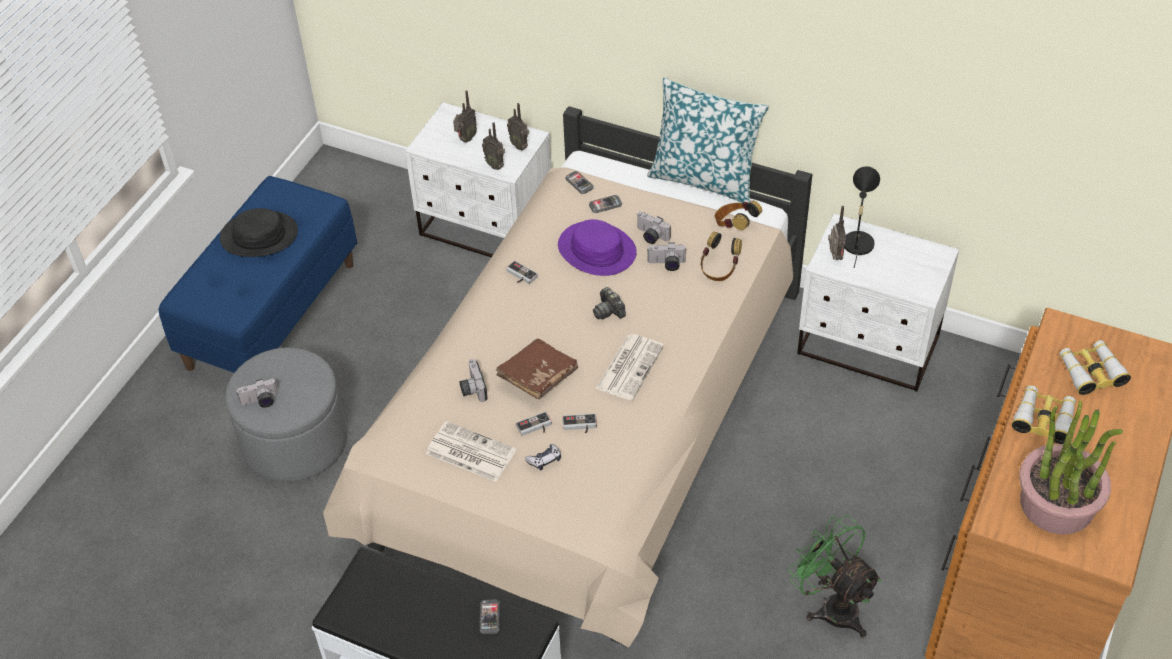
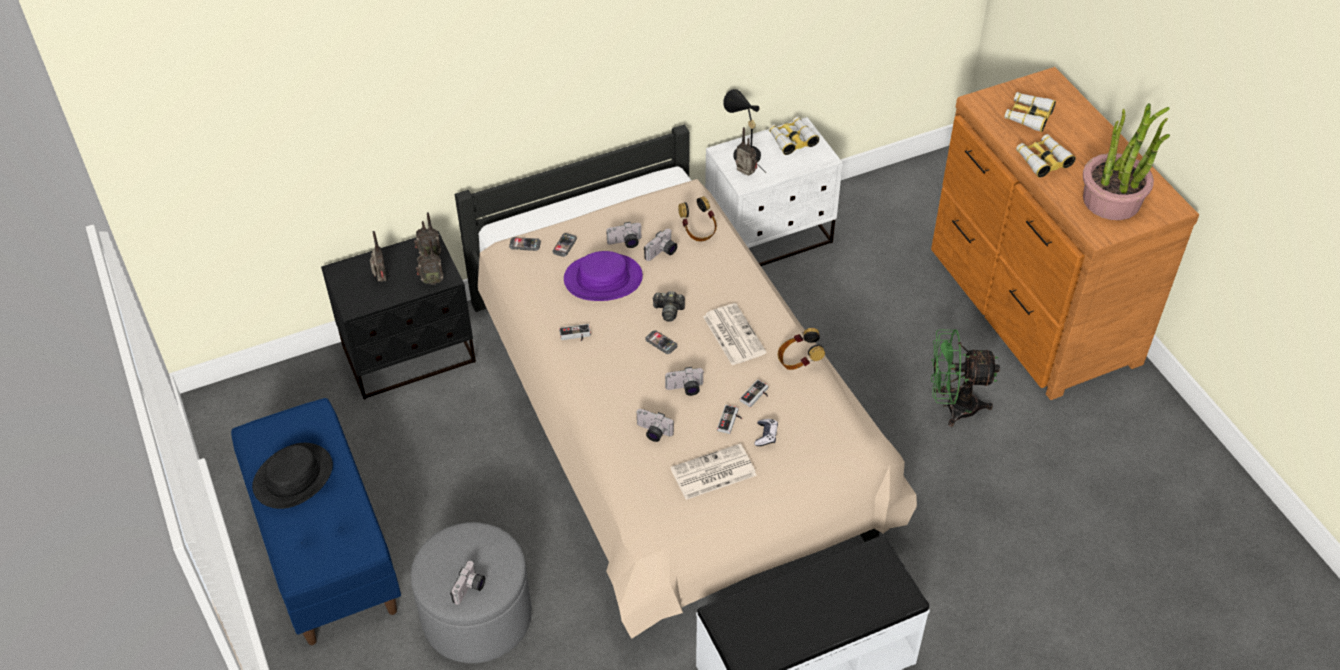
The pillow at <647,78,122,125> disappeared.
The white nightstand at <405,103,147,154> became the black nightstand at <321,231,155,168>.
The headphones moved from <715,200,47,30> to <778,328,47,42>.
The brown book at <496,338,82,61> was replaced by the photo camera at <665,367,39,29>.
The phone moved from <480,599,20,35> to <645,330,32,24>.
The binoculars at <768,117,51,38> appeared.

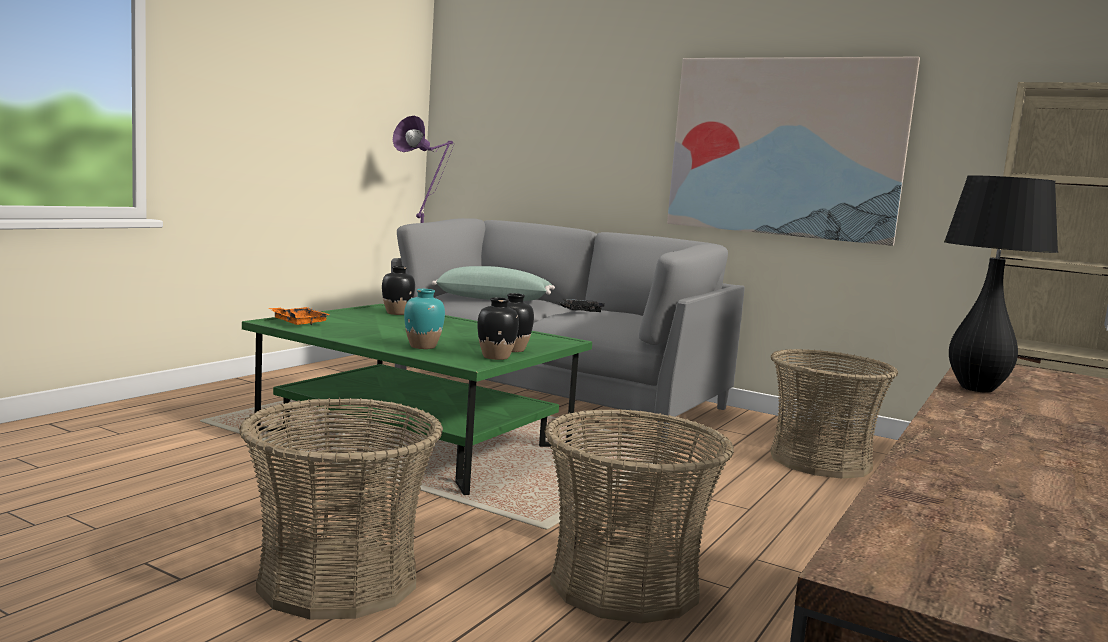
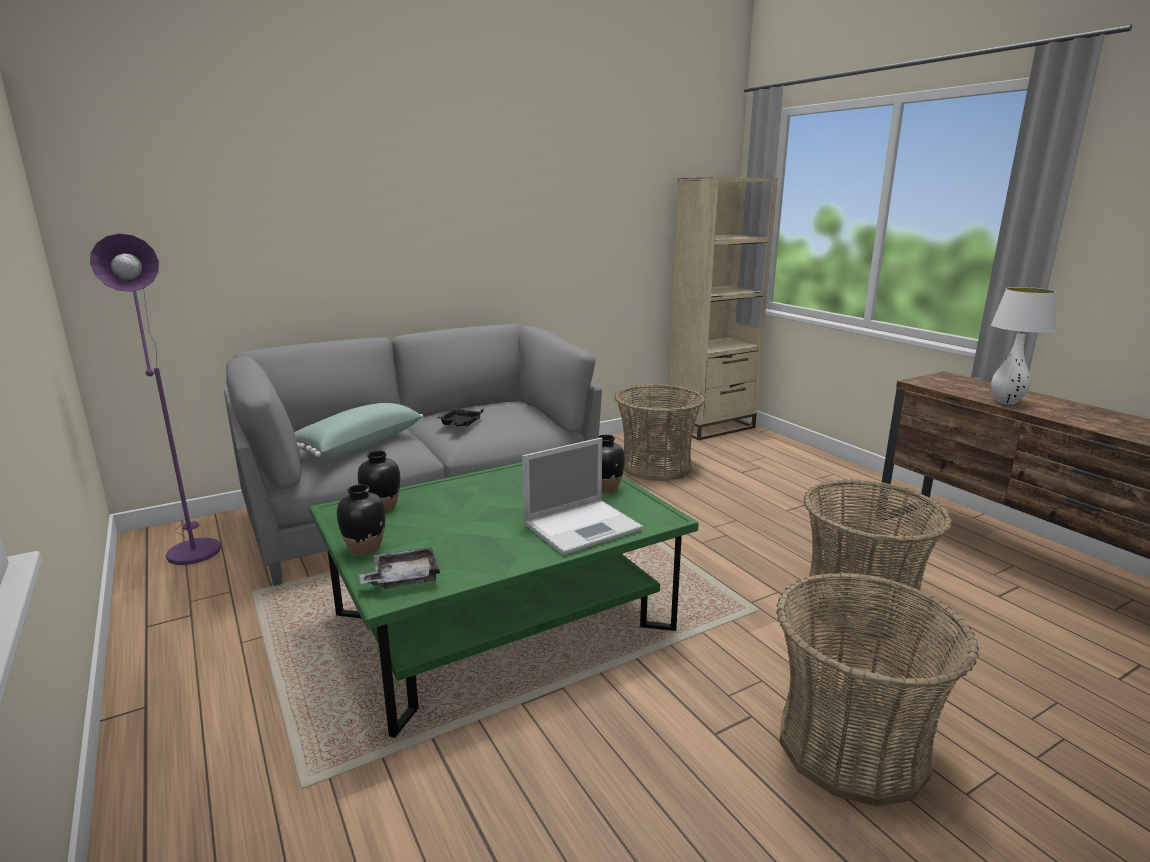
The picture at <667,57,253,189> disappeared.
The black table lamp at <944,175,114,218> became the white table lamp at <991,287,65,118>.
The turquoise vase at <404,289,41,60> was replaced by the laptop at <522,438,121,117>.
The black vase moved from <477,297,42,63> to <337,484,49,71>.
The orange tray at <268,307,62,18> became the grey tray at <359,547,81,42>.

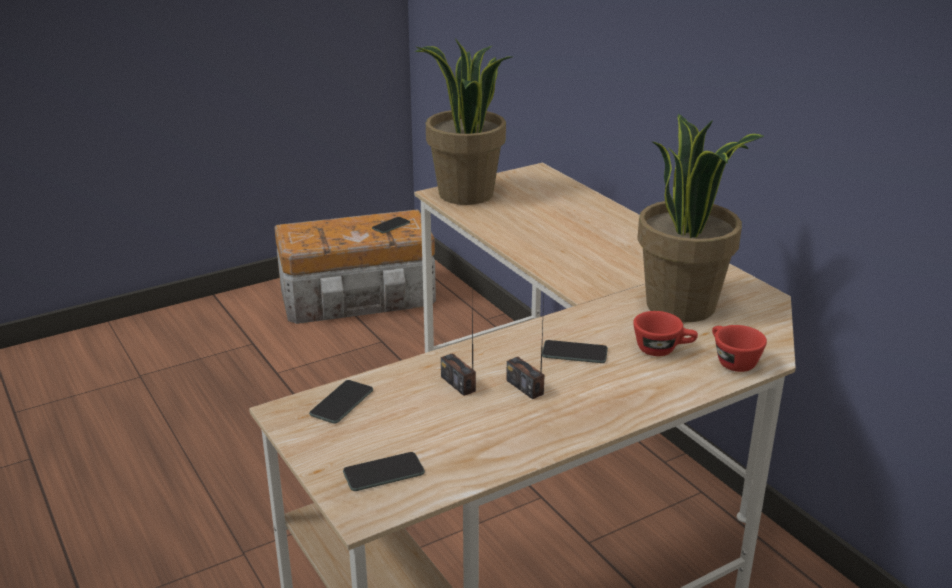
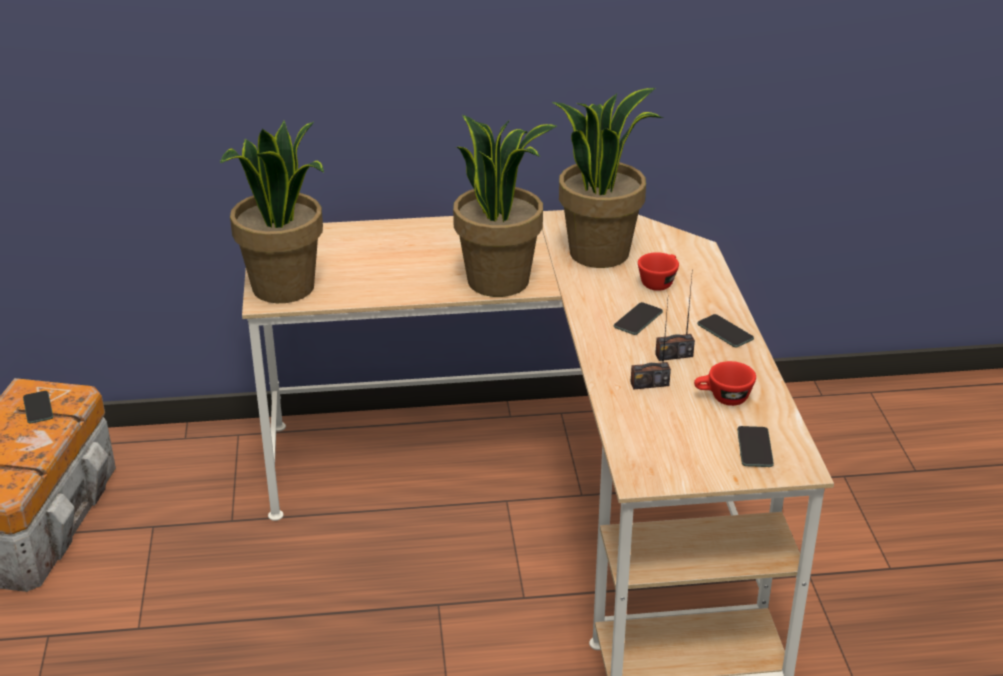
The red cup moved from <712,325,55,47> to <694,361,62,45>.
The phone moved from <309,380,64,44> to <697,314,57,33>.
The potted plant at <453,114,104,183> appeared.

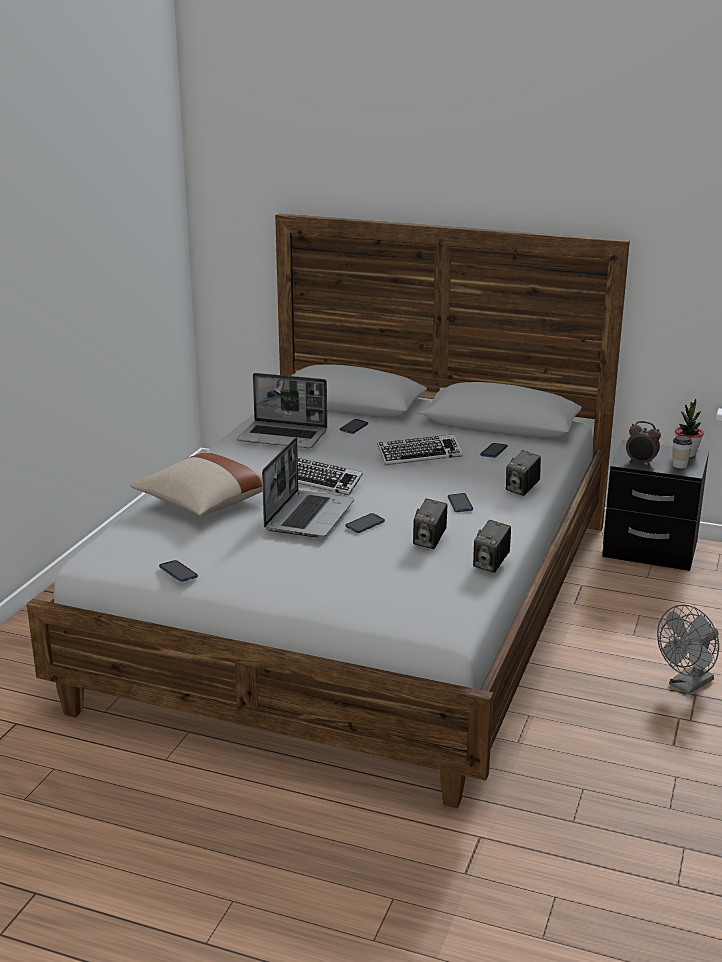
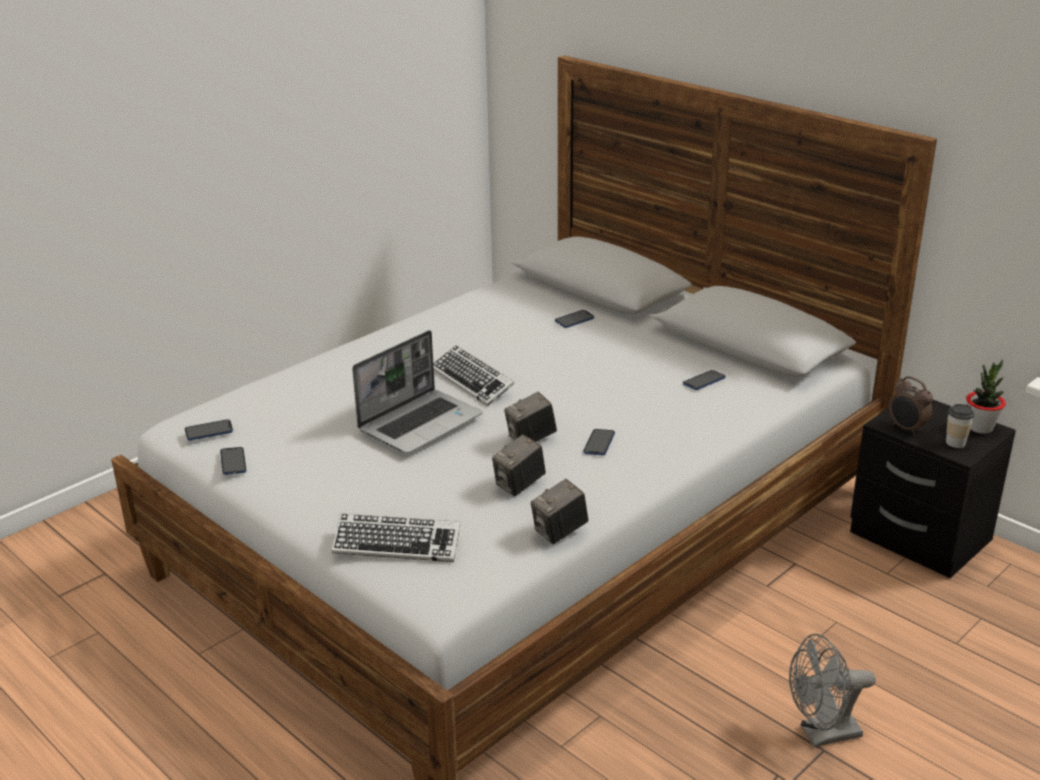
The laptop at <237,373,90,75> disappeared.
The keyboard moved from <377,434,86,31> to <332,514,129,48>.
The photo camera moved from <506,450,35,46> to <504,392,53,50>.
The beige pillow at <130,452,133,64> disappeared.
The phone moved from <345,513,40,20> to <185,419,48,22>.

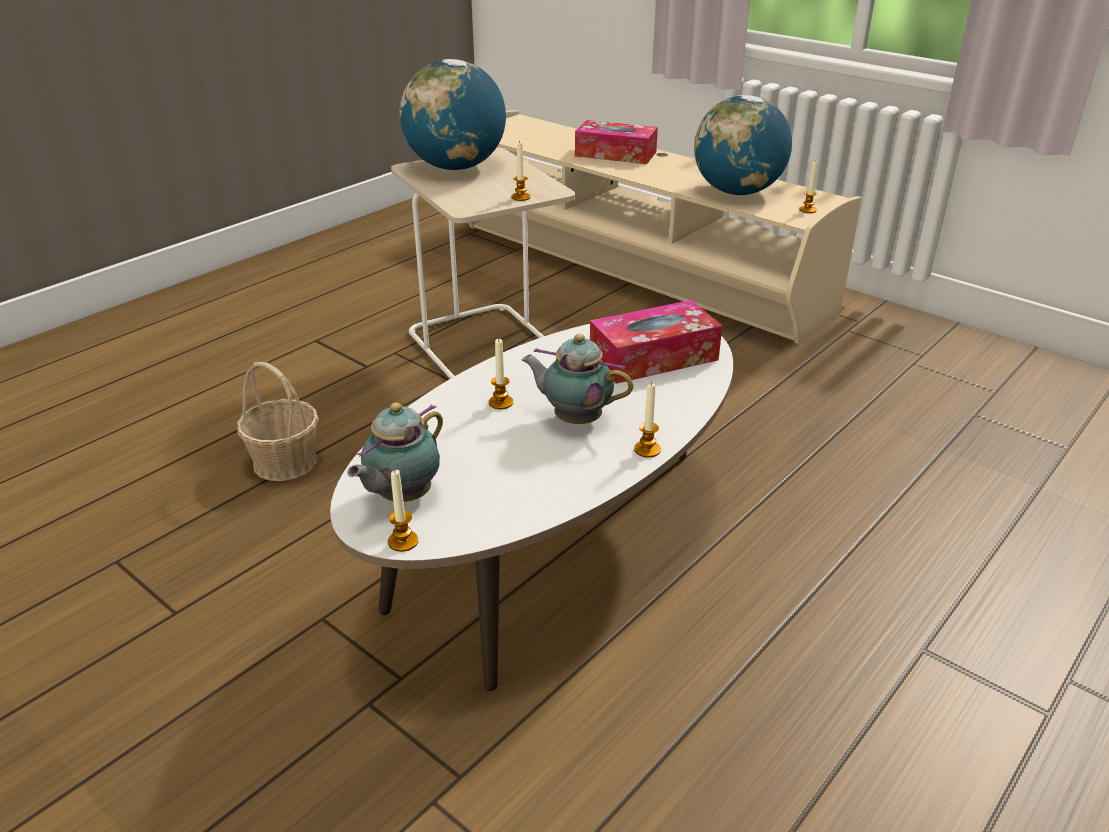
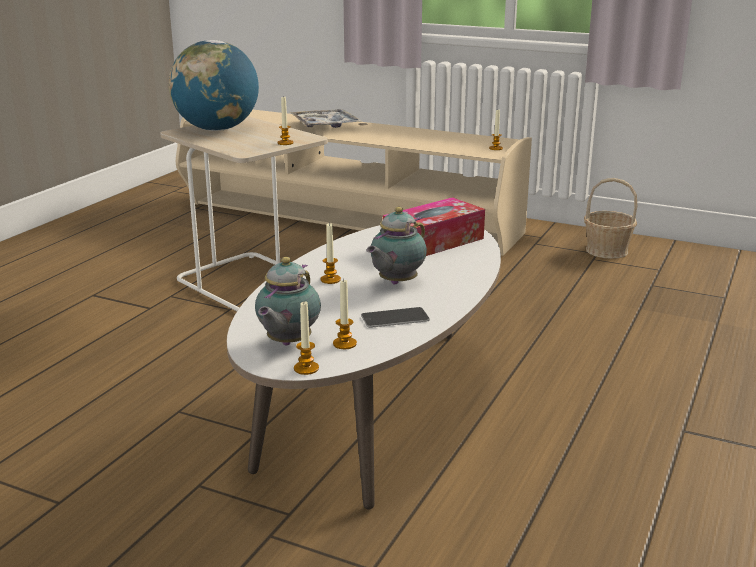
The globe at <694,95,98,100> disappeared.
The tissue box at <575,120,83,44> was replaced by the tray at <290,109,72,19>.
The teapot at <522,334,111,90> turned 60 degrees counterclockwise.
The basket moved from <237,362,82,119> to <584,178,53,81>.
The candle moved from <634,383,27,75> to <333,279,24,70>.
The phone at <361,307,69,21> appeared.

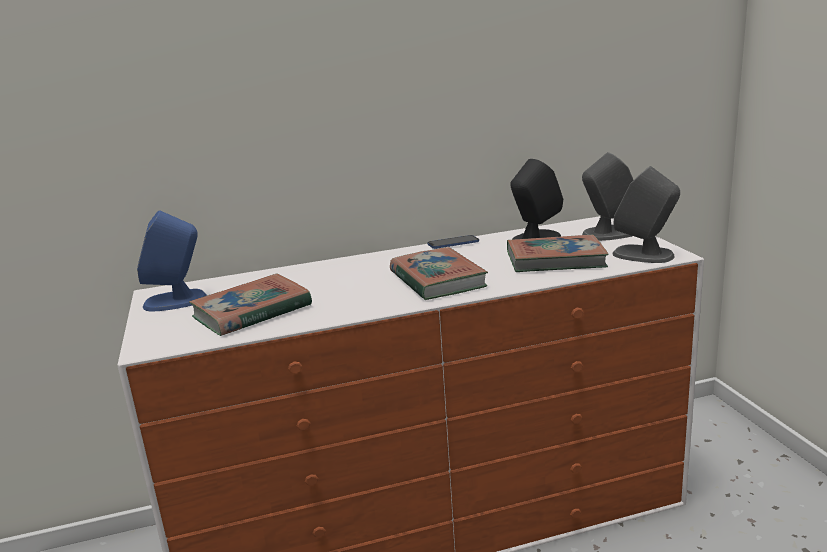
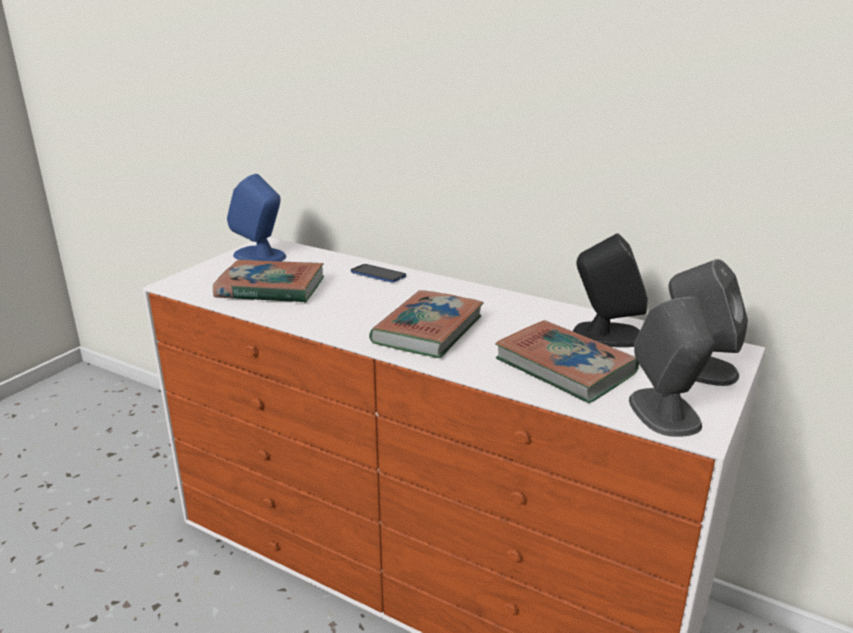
The phone moved from <427,235,52,14> to <351,264,55,19>.

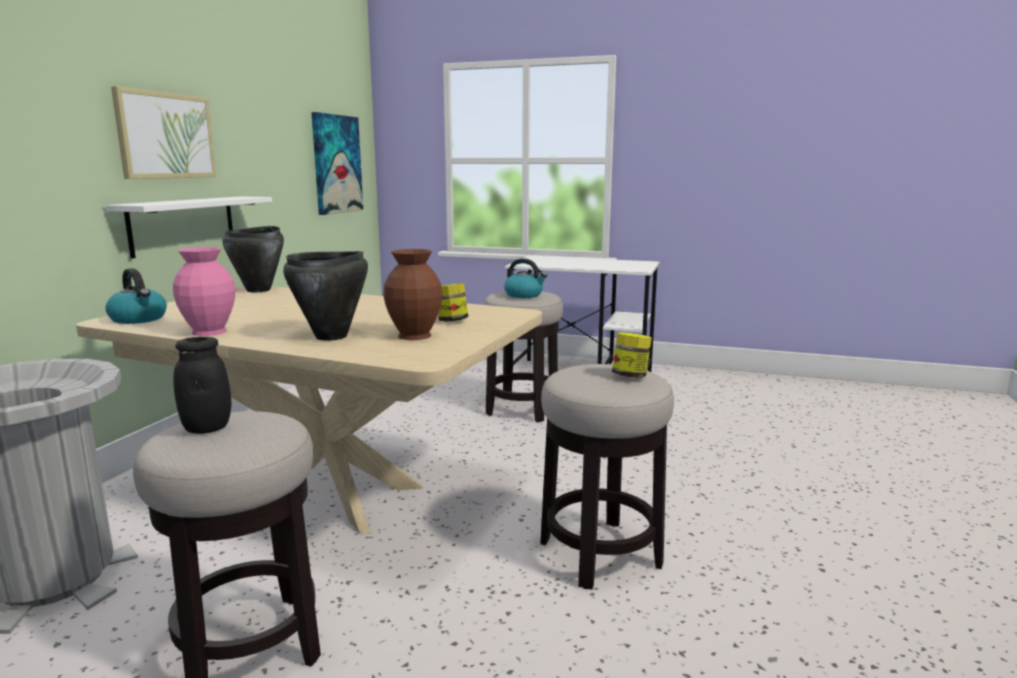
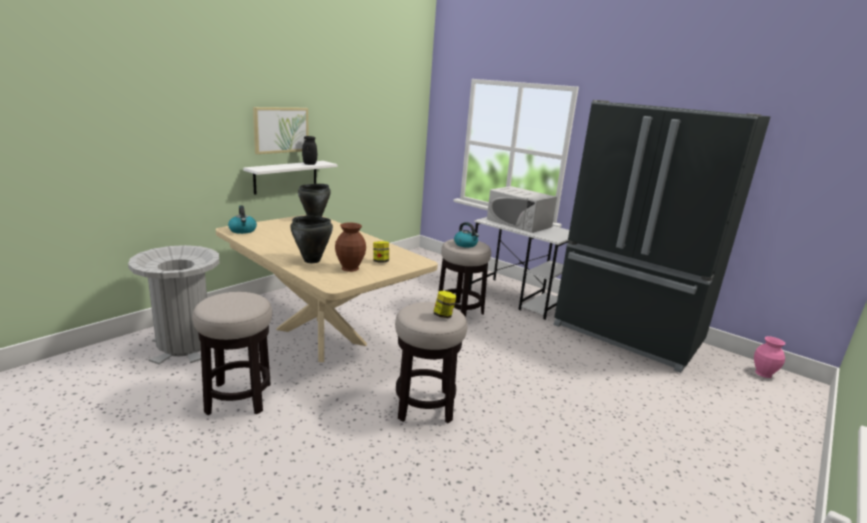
The picture at <311,112,52,103> disappeared.
The pink vase moved from <173,247,62,89> to <754,336,31,42>.
The black jar moved from <173,337,58,97> to <302,136,15,29>.
The black fridge at <553,100,218,273> appeared.
The white microwave at <487,186,70,47> appeared.

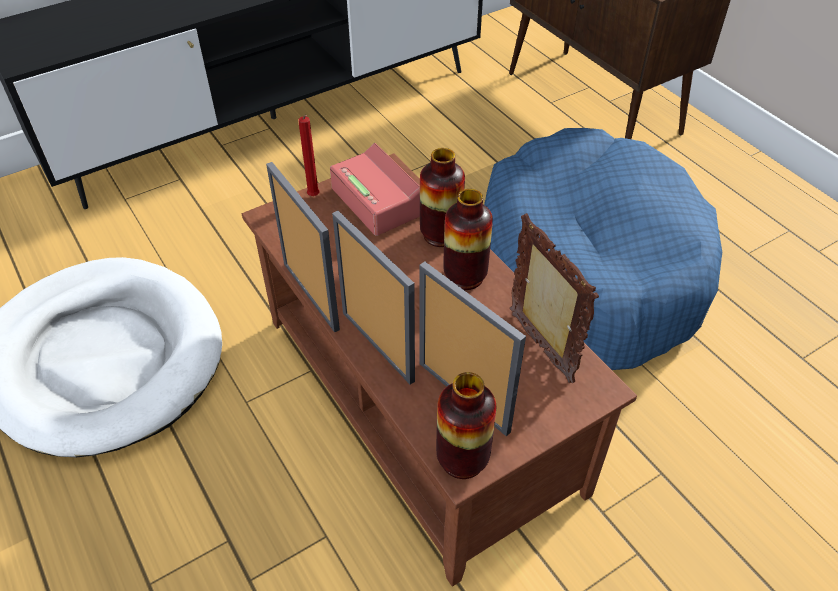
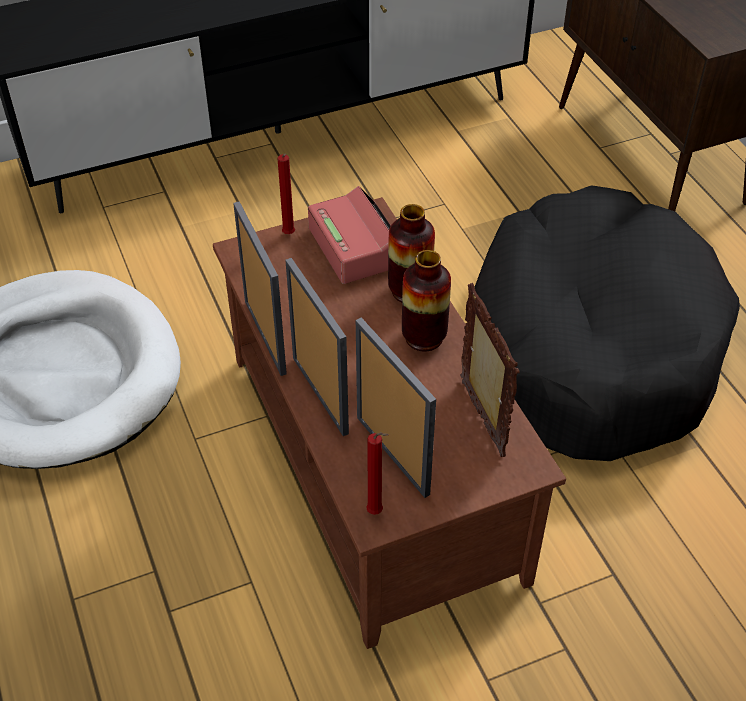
The blue dog bed at <484,128,238,242> became the black dog bed at <474,185,266,276>.
The vase at <436,372,60,107> was replaced by the red candle at <366,432,23,83>.

